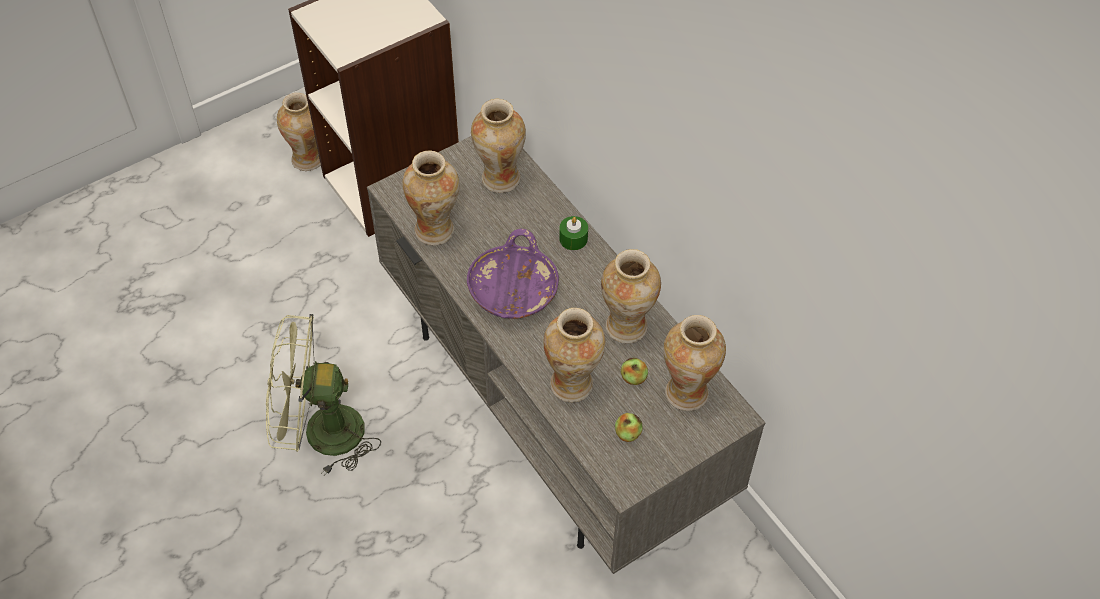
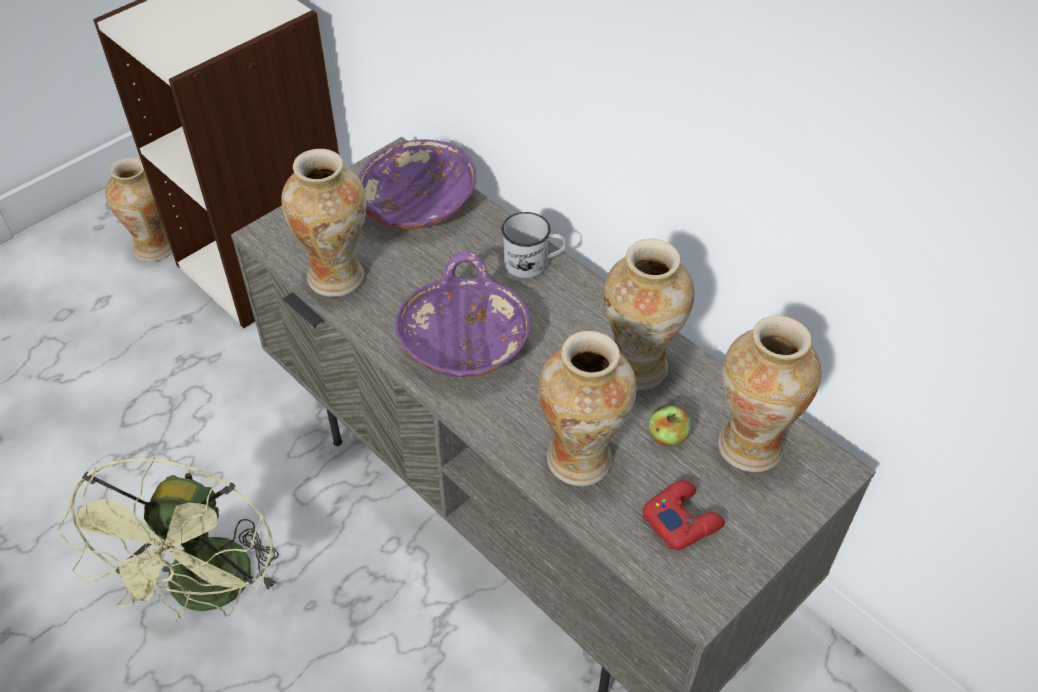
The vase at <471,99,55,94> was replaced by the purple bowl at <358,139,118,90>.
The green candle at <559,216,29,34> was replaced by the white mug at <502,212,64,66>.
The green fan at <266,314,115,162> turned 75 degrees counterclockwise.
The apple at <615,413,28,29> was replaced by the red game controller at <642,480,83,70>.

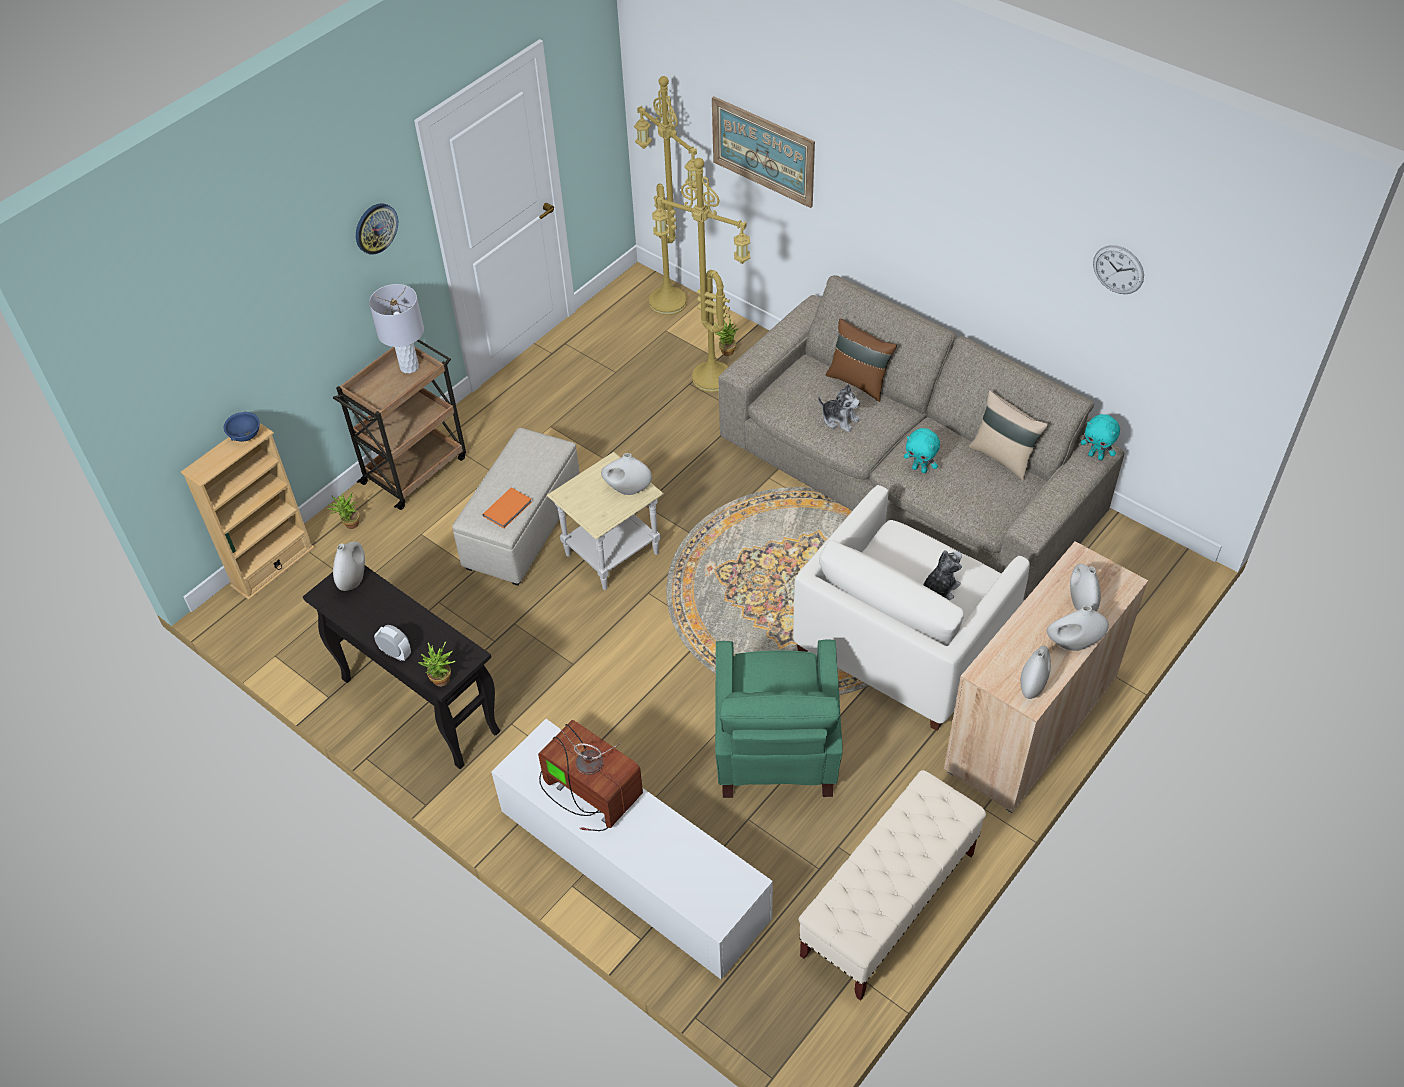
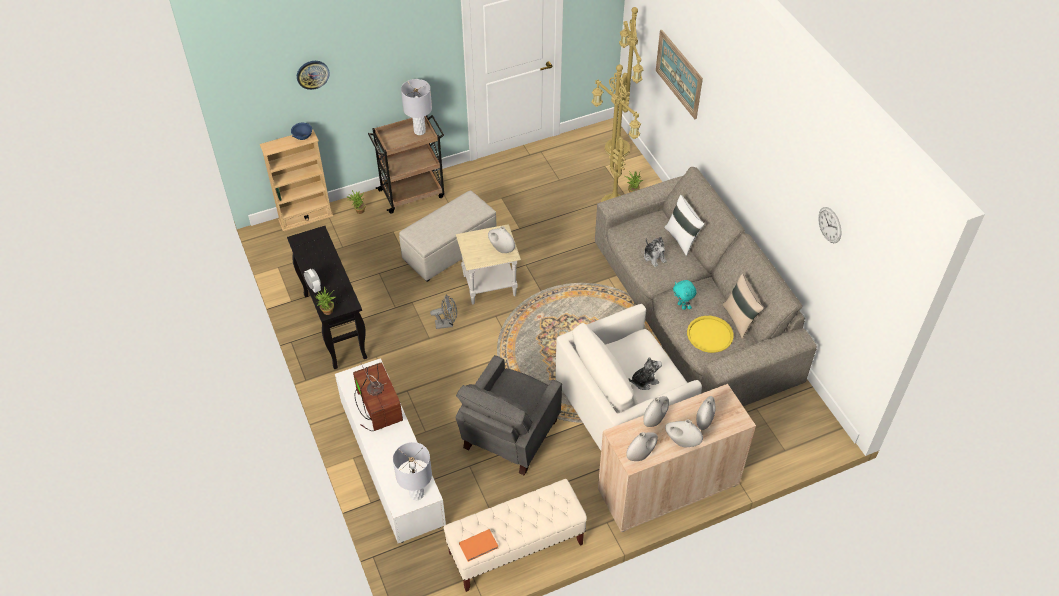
The wall clock moved from <356,203,42,52> to <297,61,33,29>.
The brown pillow at <826,318,71,84> became the white pillow at <664,195,41,61>.
The turquoise plush toy at <1080,414,40,46> disappeared.
The orange book moved from <482,487,50,42> to <459,529,39,33>.
The white vase moved from <333,541,32,50> to <643,396,26,31>.
The green armchair at <715,639,127,159> became the grey armchair at <455,355,107,121>.
The grey fan at <430,295,27,34> appeared.
The yellow tray at <687,316,47,37> appeared.
The grey table lamp at <393,442,39,59> appeared.

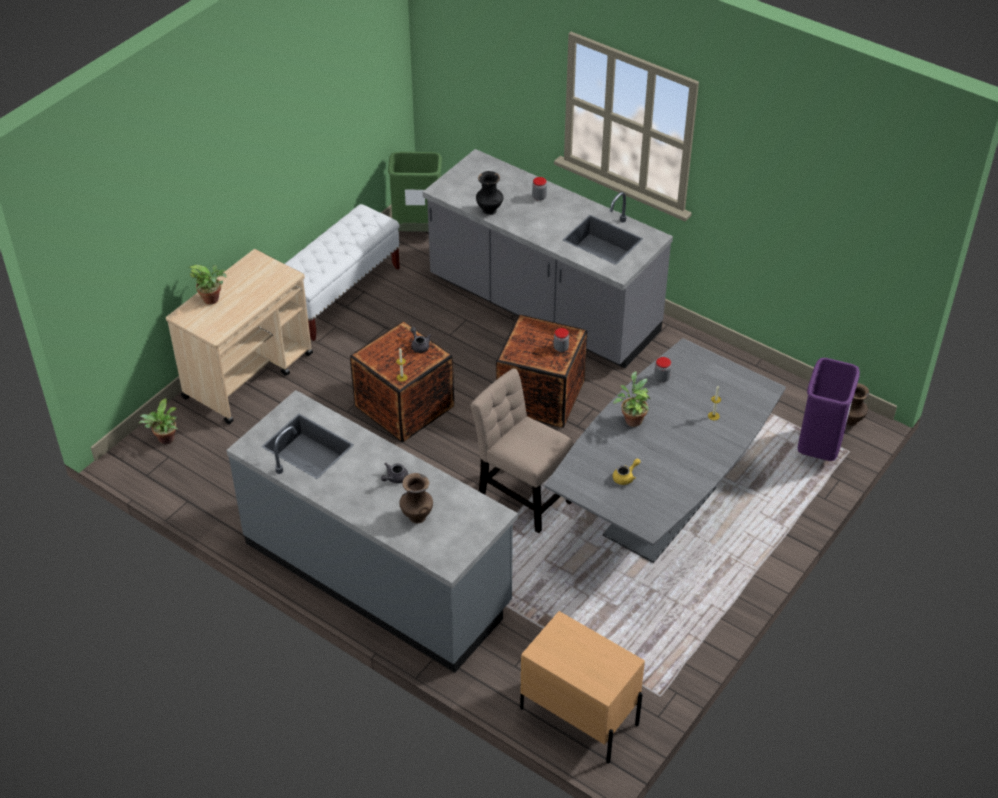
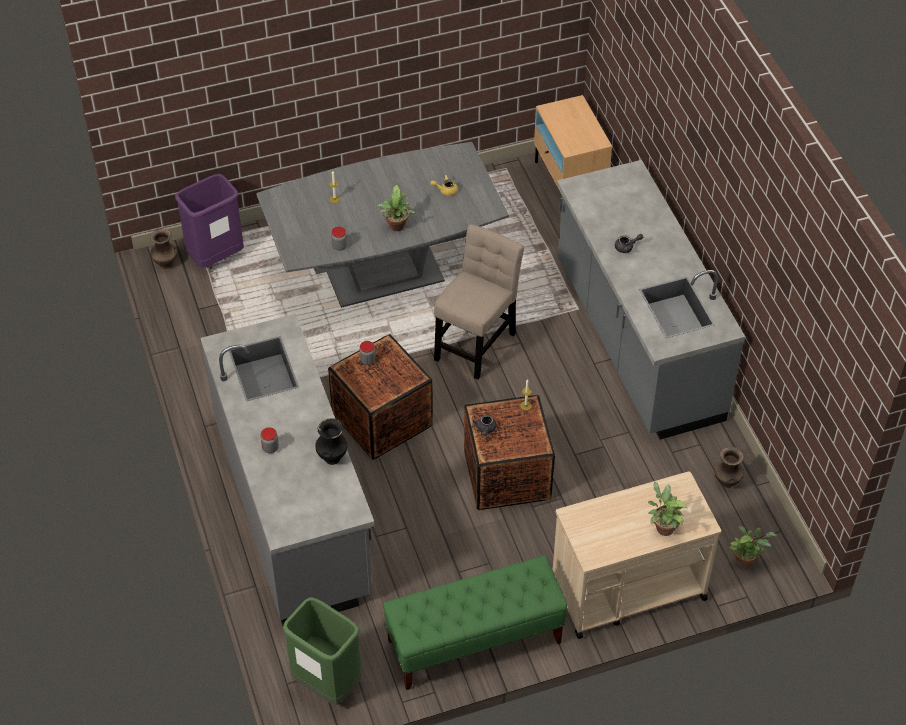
The white bench at <285,204,115,137> became the green bench at <383,556,184,134>.
The beige chair at <470,368,103,165> turned 135 degrees counterclockwise.
The brown vase moved from <400,473,33,50> to <714,447,30,41>.

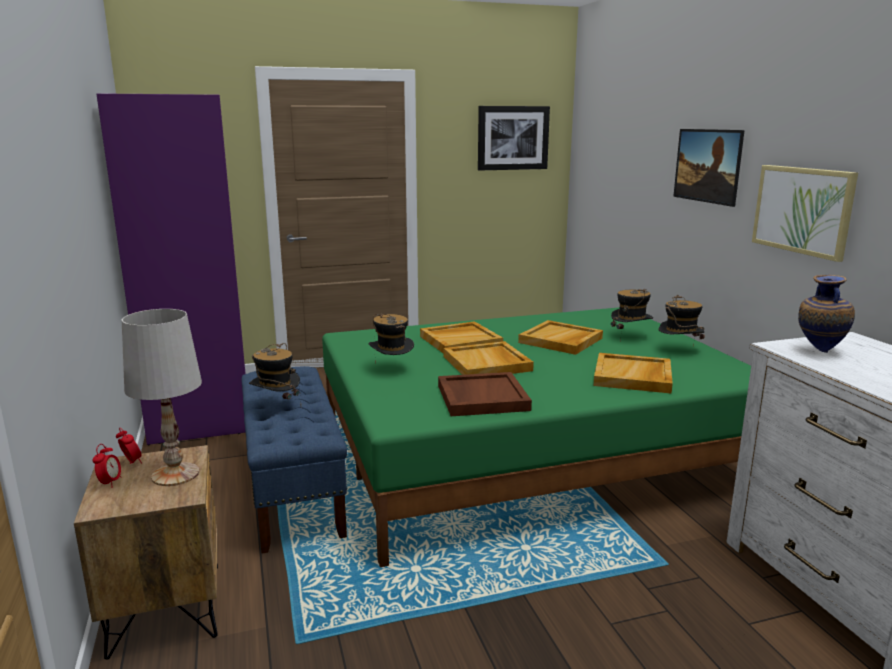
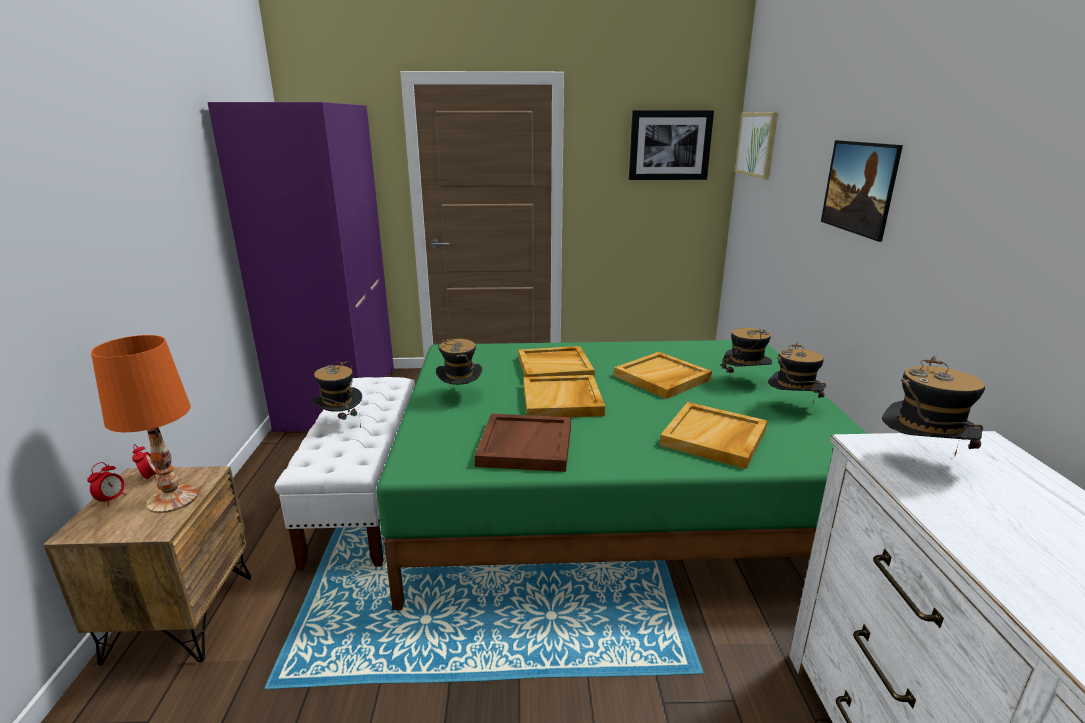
The picture moved from <752,165,106,97> to <735,112,43,67>.
The vase at <798,275,57,78> was replaced by the hat at <882,356,103,101>.
The white table lamp at <122,309,80,177> became the orange table lamp at <91,335,107,178>.
The blue bench at <242,366,105,188> became the white bench at <274,377,141,193>.

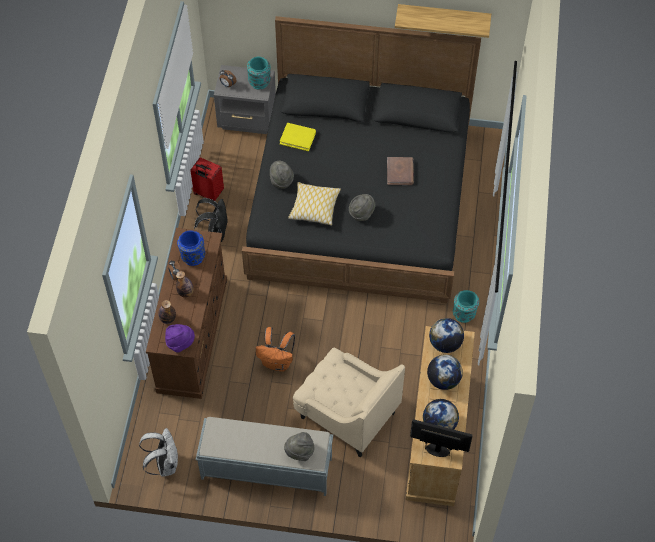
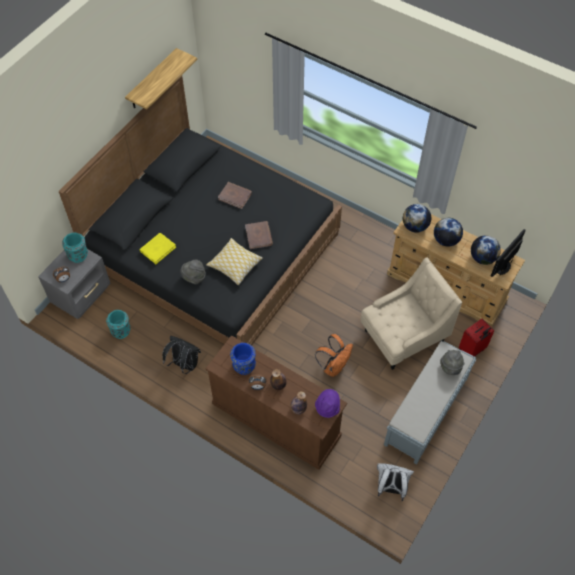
The red suitcase moved from <190,157,34,44> to <459,318,36,39>.
The grey hat at <349,194,26,27> was replaced by the brown book at <245,221,28,28>.
The turquoise vase moved from <453,290,26,33> to <106,310,25,29>.

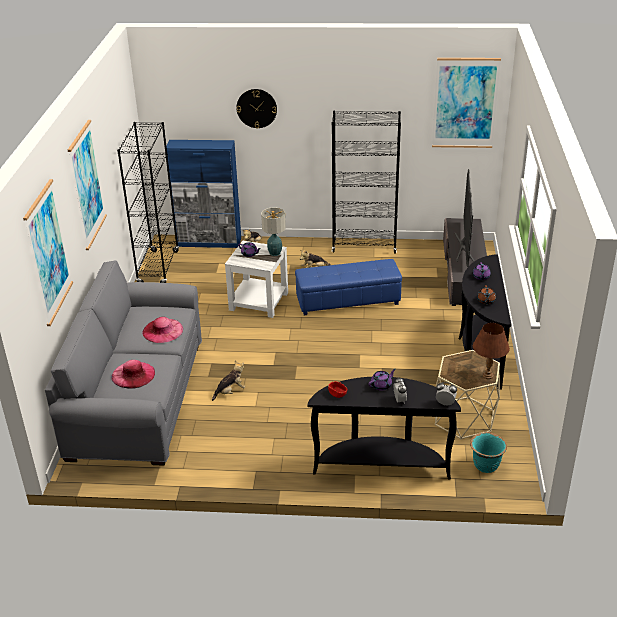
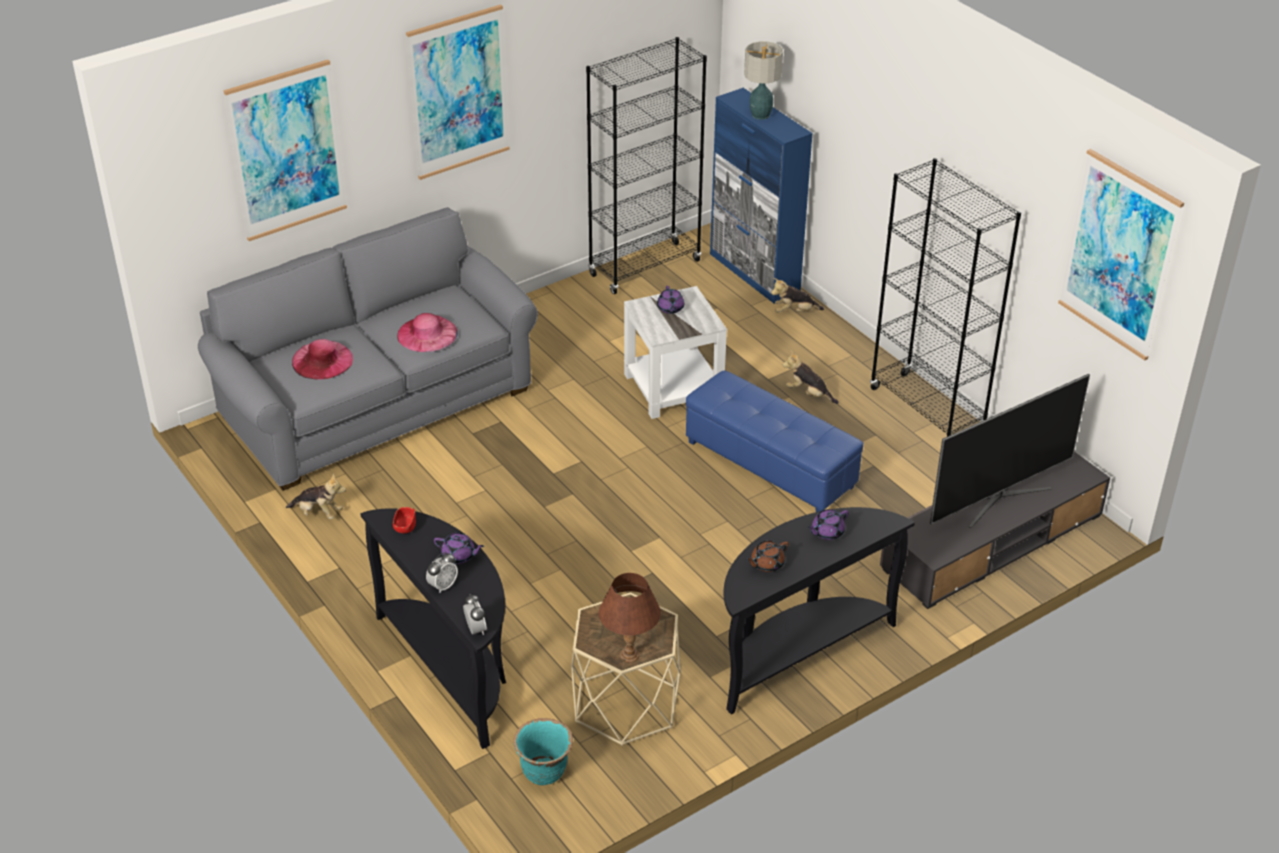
The wall clock at <236,89,41,39> disappeared.
The table lamp moved from <261,207,25,49> to <744,41,39,79>.
The plush toy moved from <212,360,33,41> to <286,473,60,46>.

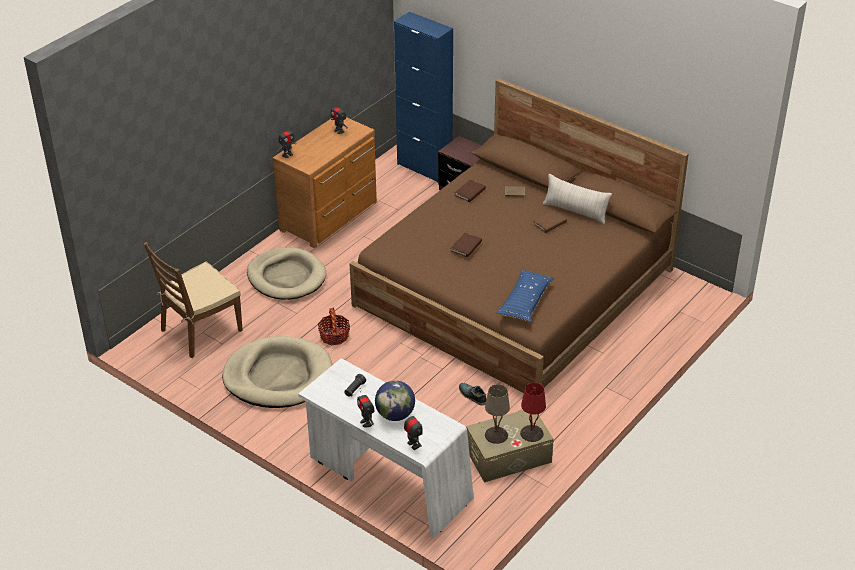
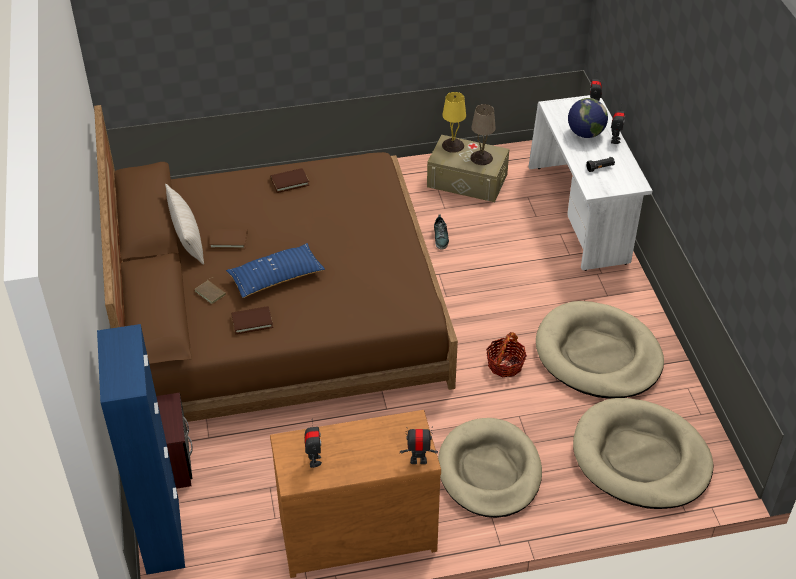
The brown book moved from <451,233,31,25> to <271,168,38,25>.
The brown chair at <144,242,99,116> was replaced by the beige dog bed at <573,398,140,111>.
The blue pillow moved from <496,270,58,52> to <226,243,99,55>.
The red table lamp at <520,383,26,59> became the yellow table lamp at <442,92,24,61>.

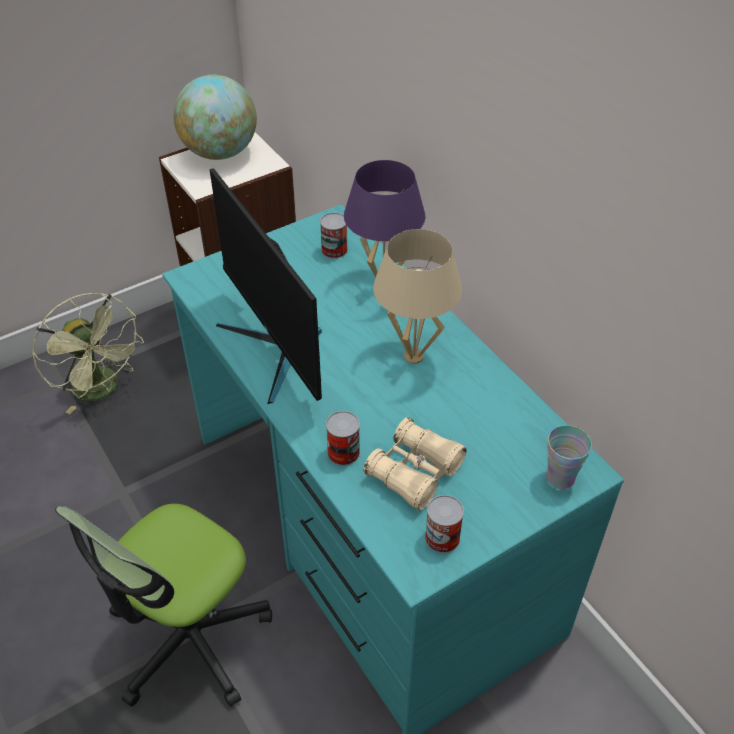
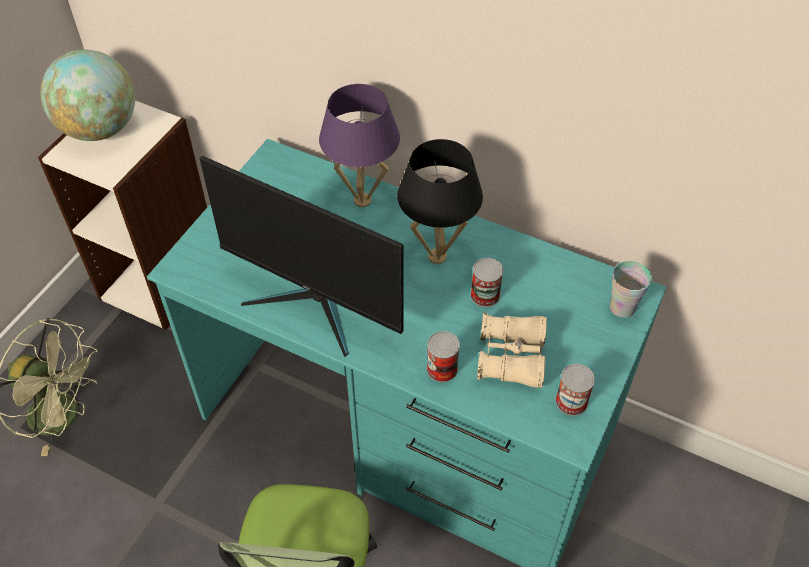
The can moved from <320,212,28,47> to <471,258,32,49>.
The beige table lamp at <373,229,89,135> became the black table lamp at <397,139,86,125>.

